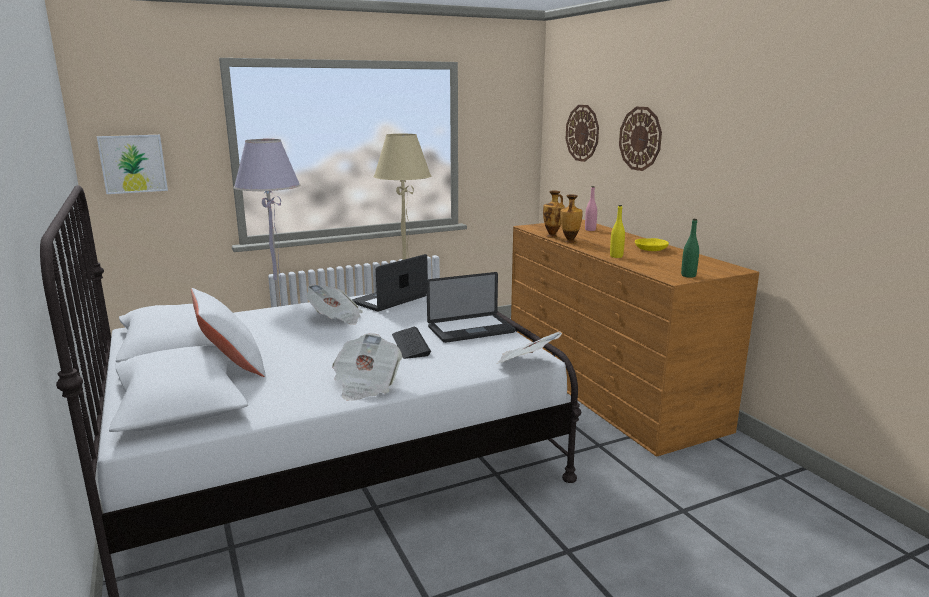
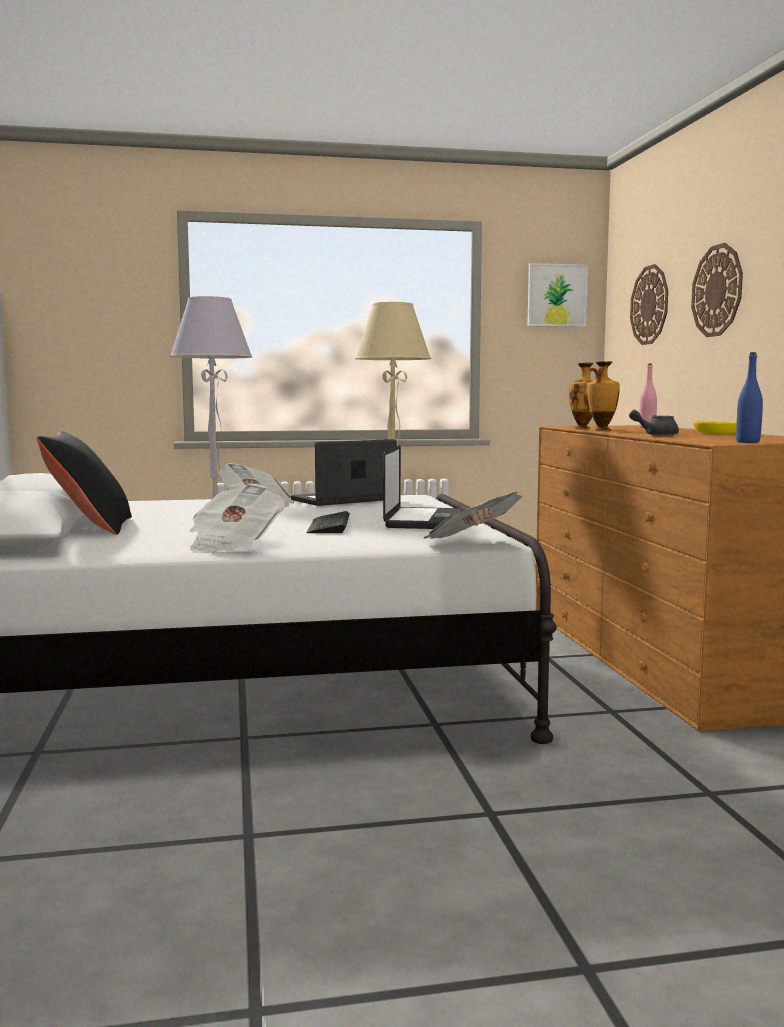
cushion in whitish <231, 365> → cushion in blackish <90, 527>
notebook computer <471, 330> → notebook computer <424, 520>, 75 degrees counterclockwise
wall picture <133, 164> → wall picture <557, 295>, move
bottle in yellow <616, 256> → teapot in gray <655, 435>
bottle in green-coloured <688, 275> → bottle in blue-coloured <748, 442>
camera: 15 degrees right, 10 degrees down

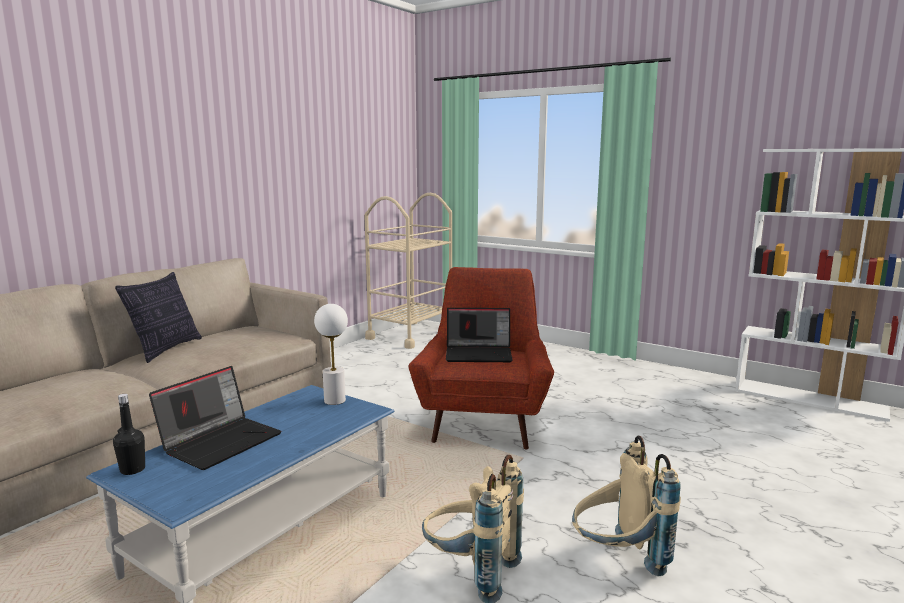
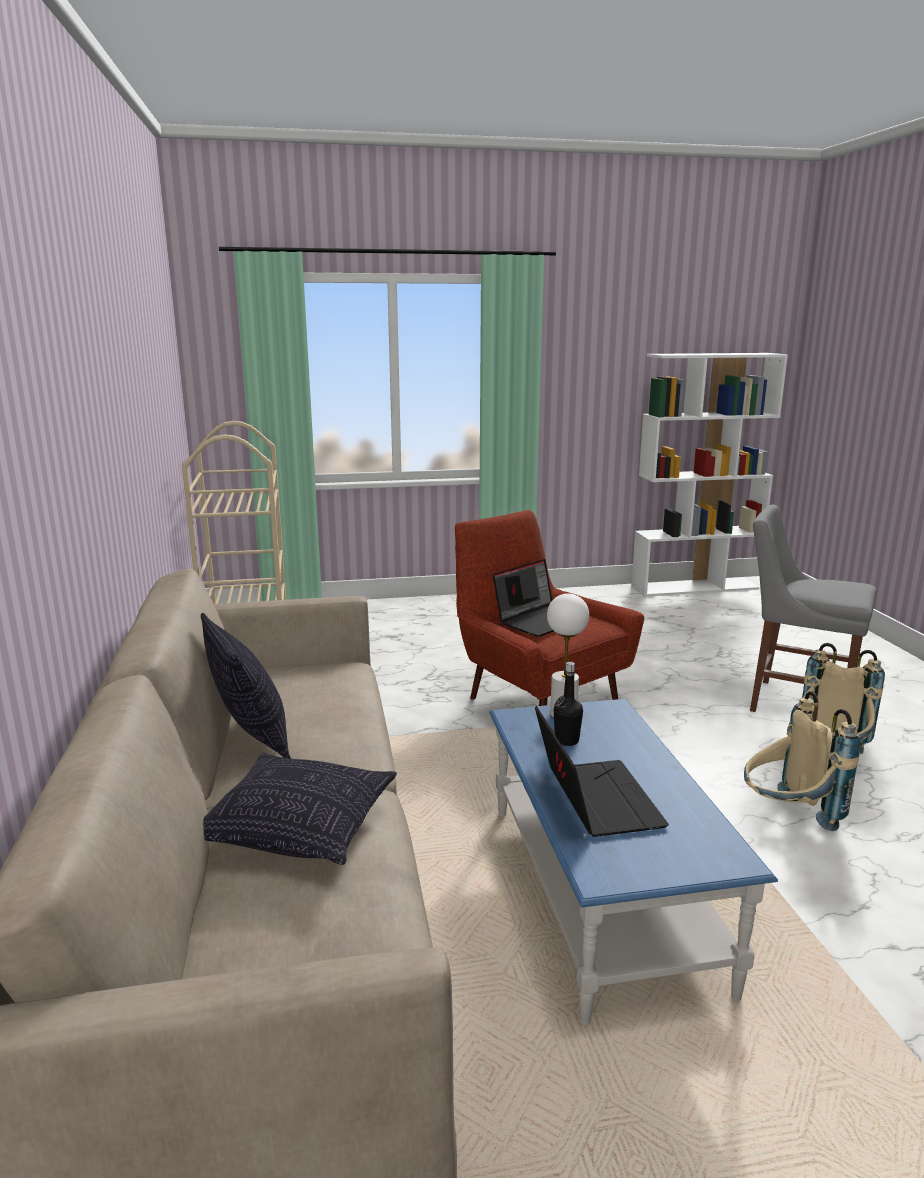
- → cushion <299, 828>
bottle in blackish <132, 470> → bottle in blackish <566, 740>, move
- → plain chair in gray <795, 702>
camera: 45 degrees left, 5 degrees up

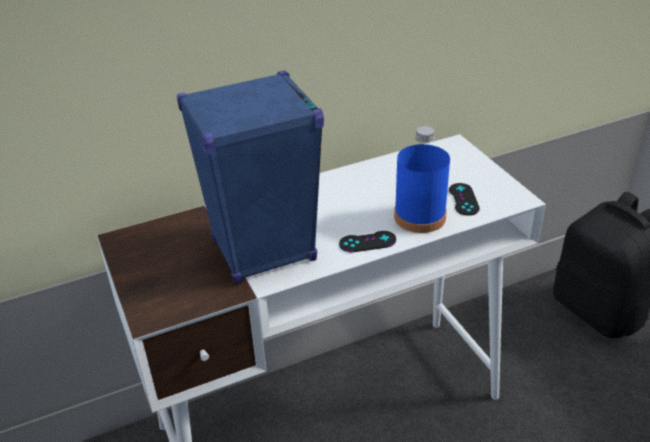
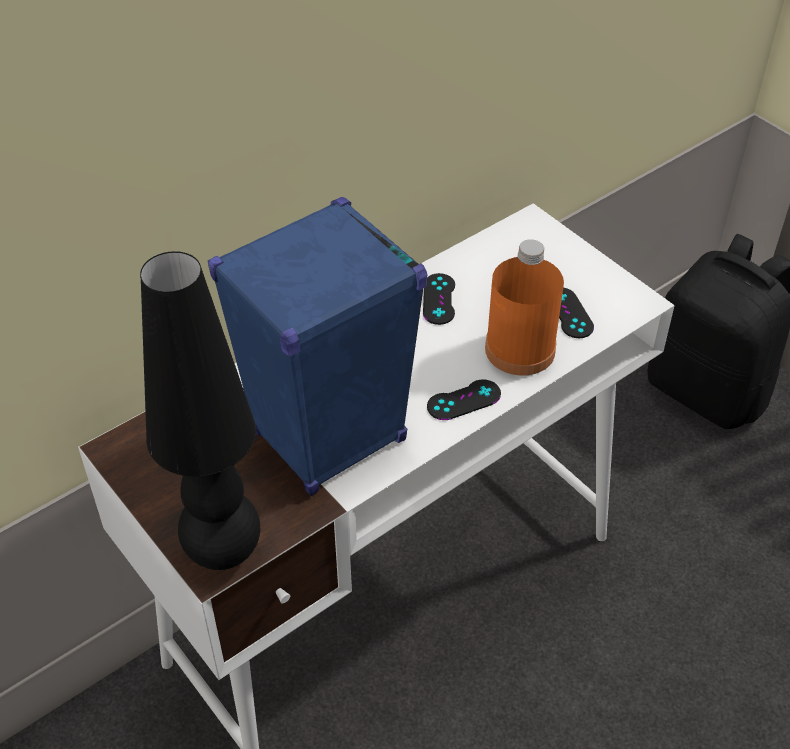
- → lamp for a table in blackish <223, 553>
- → gamepad in blackish <439, 299>
bottle in blue-coloured <420, 217> → bottle in orange <520, 349>
camera: 15 degrees left, 10 degrees up

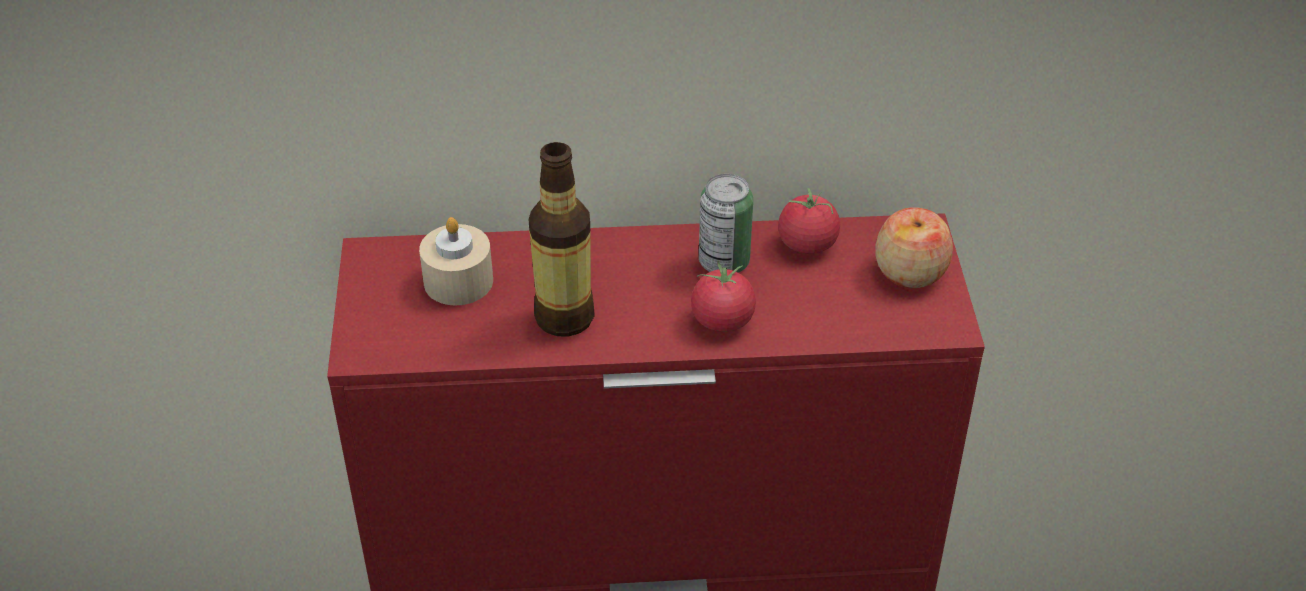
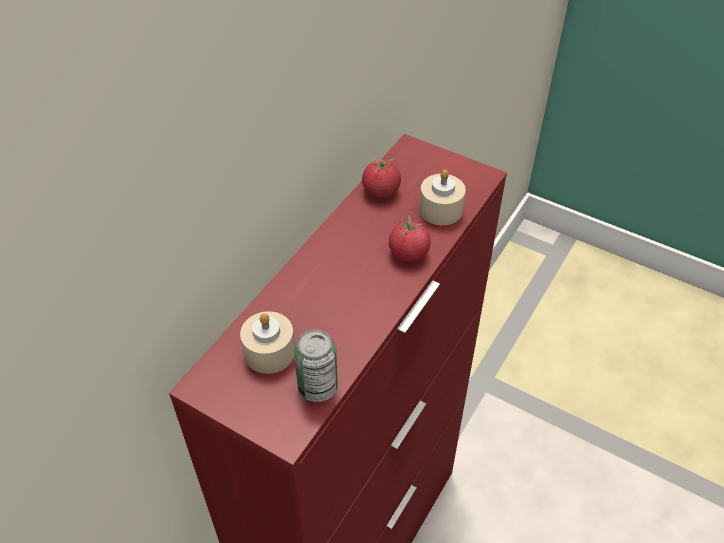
sealed can <724, 262> → sealed can <317, 387>, move
- → wax light in beige-coloured <440, 209>
bottle <564, 317> → -
apple <910, 271> → -
camera: 55 degrees left, 5 degrees up

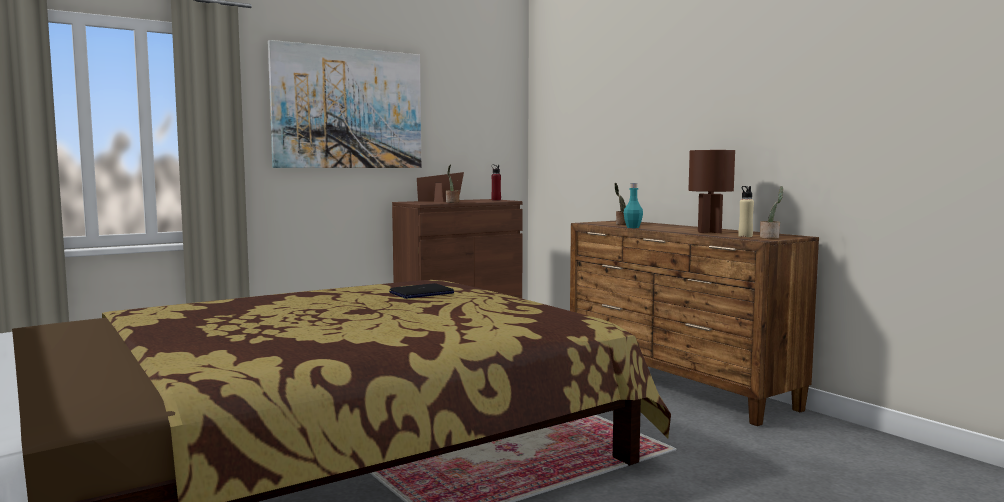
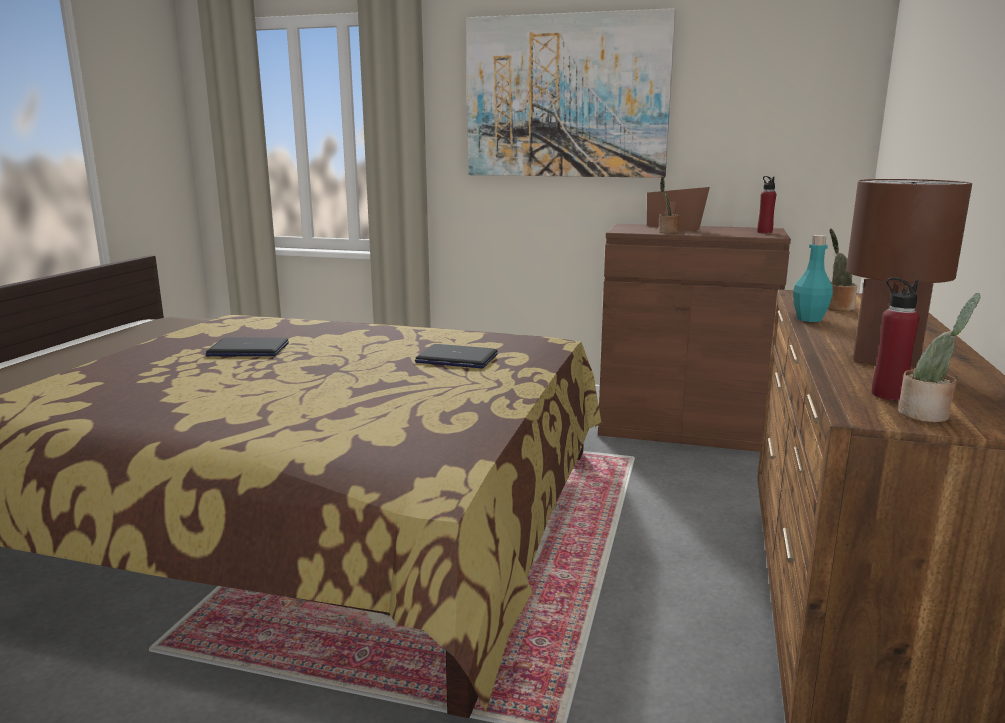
- → notebook computer <248, 350>
bottle in beige-coloured <745, 236> → bottle in reddish <888, 395>
camera: 50 degrees right, 10 degrees up

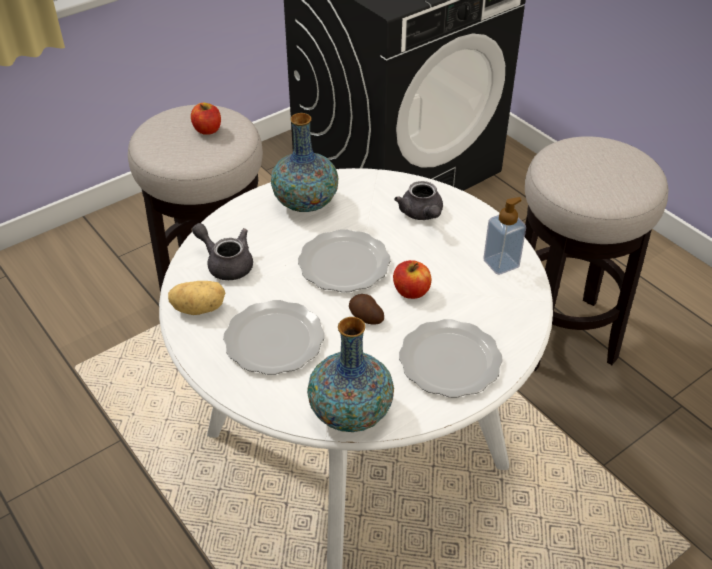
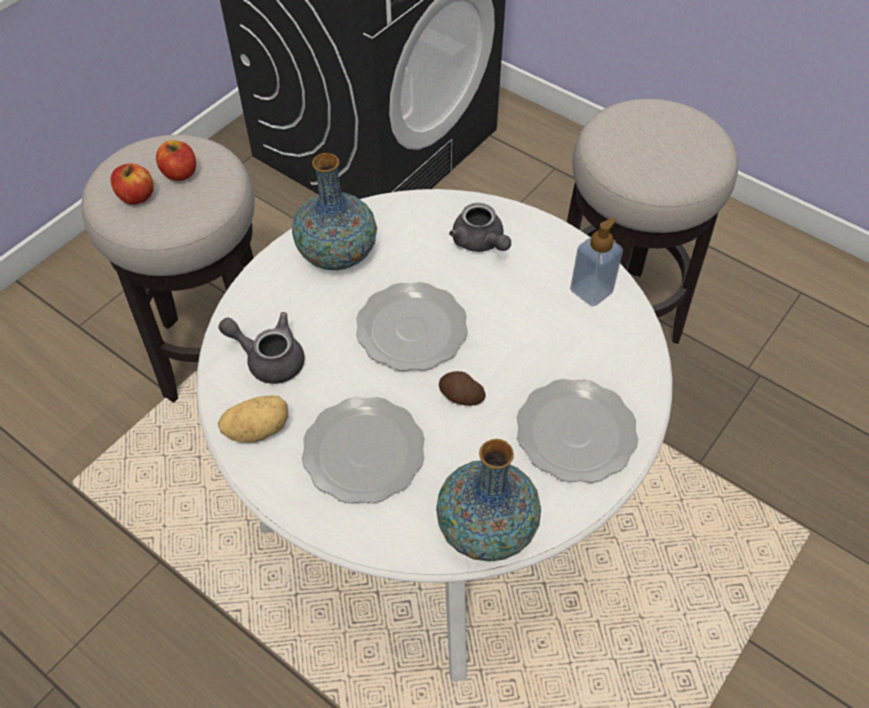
apple <411, 291> → apple <136, 196>, move
camera: 15 degrees left, 10 degrees up

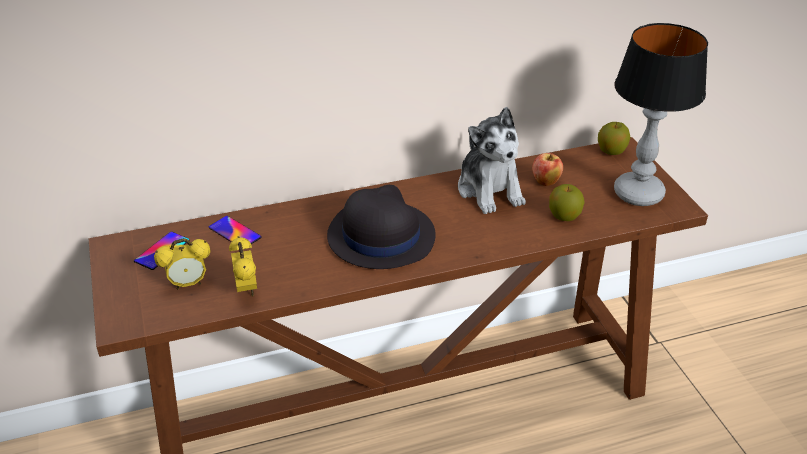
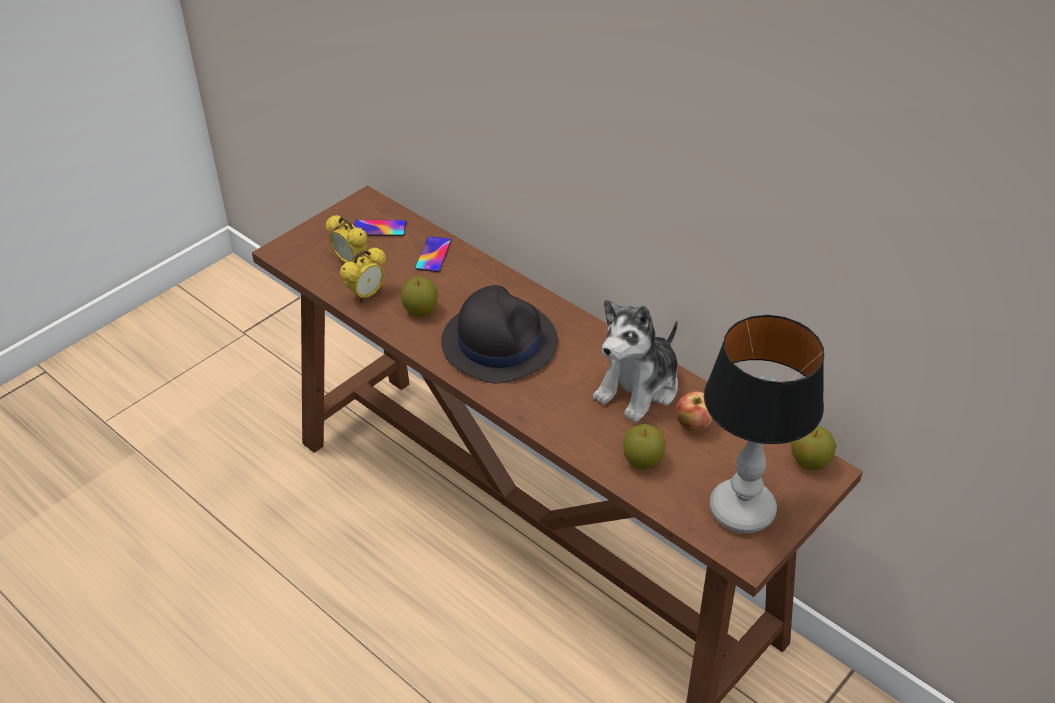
- → apple <420, 310>
camera: 60 degrees right, 5 degrees up

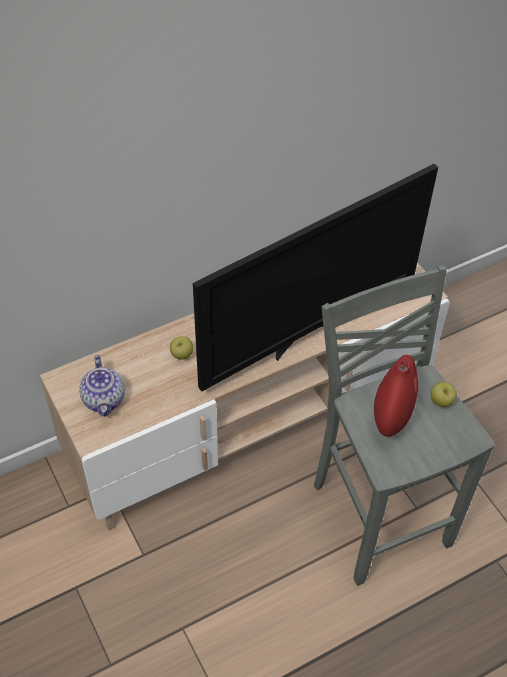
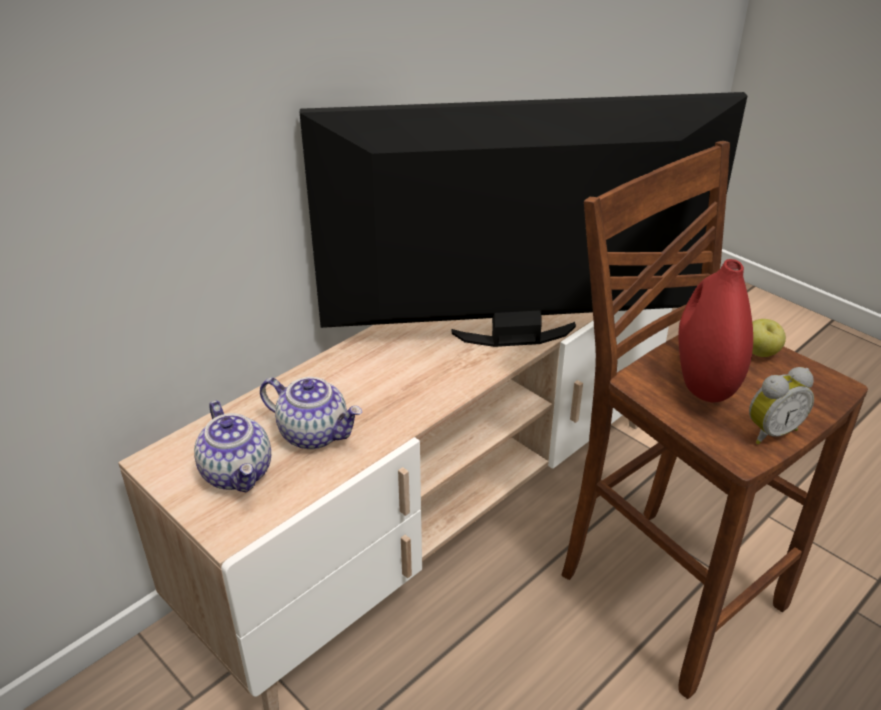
- → teapot <315, 433>
TV <307, 334> → TV <514, 336>, 135 degrees counterclockwise
stool in gray <378, 513> → stool in brown-coloured <666, 589>
- → table clock <770, 431>
apple <182, 355> → -
camera: 15 degrees left, 15 degrees down

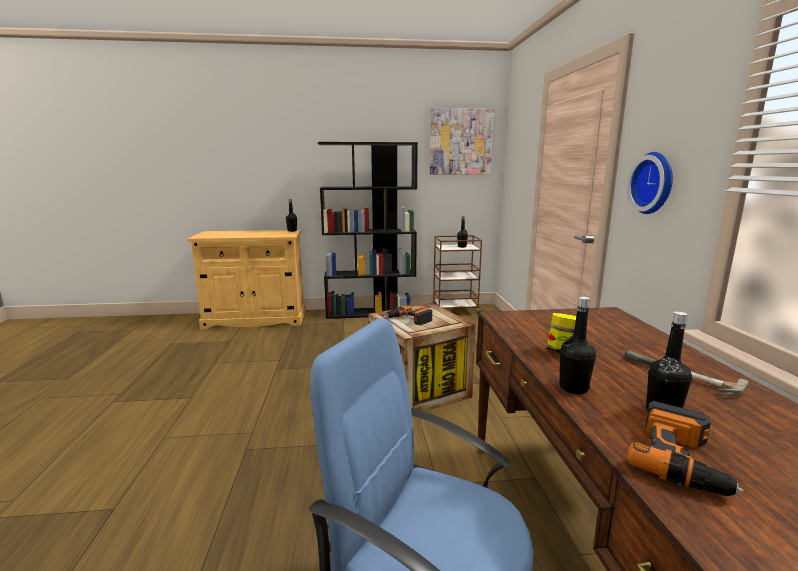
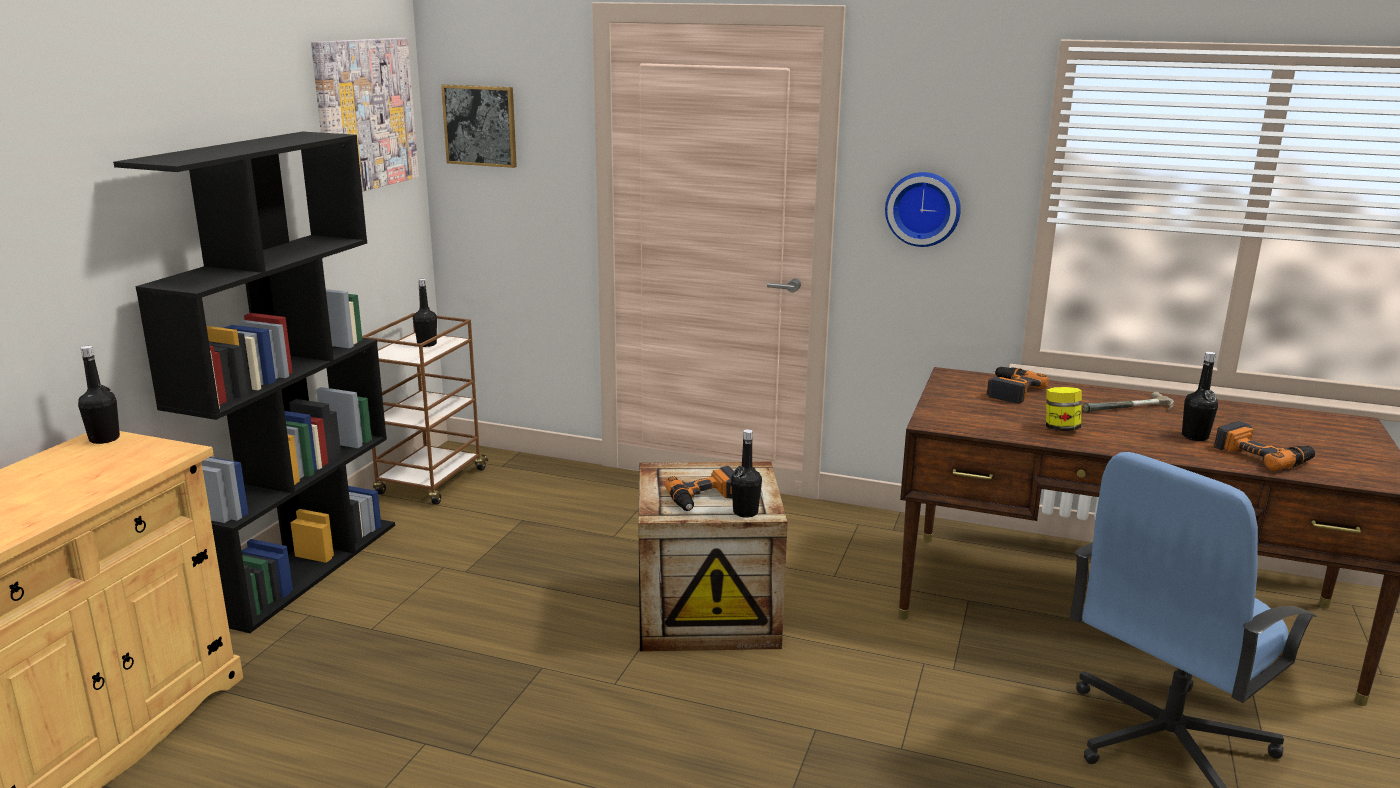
- → wall picture <480, 125>
bottle in blackish <573, 388> → bottle in blackish <745, 512>, move
- → electric drill <1009, 390>
camera: 65 degrees left, 5 degrees up

